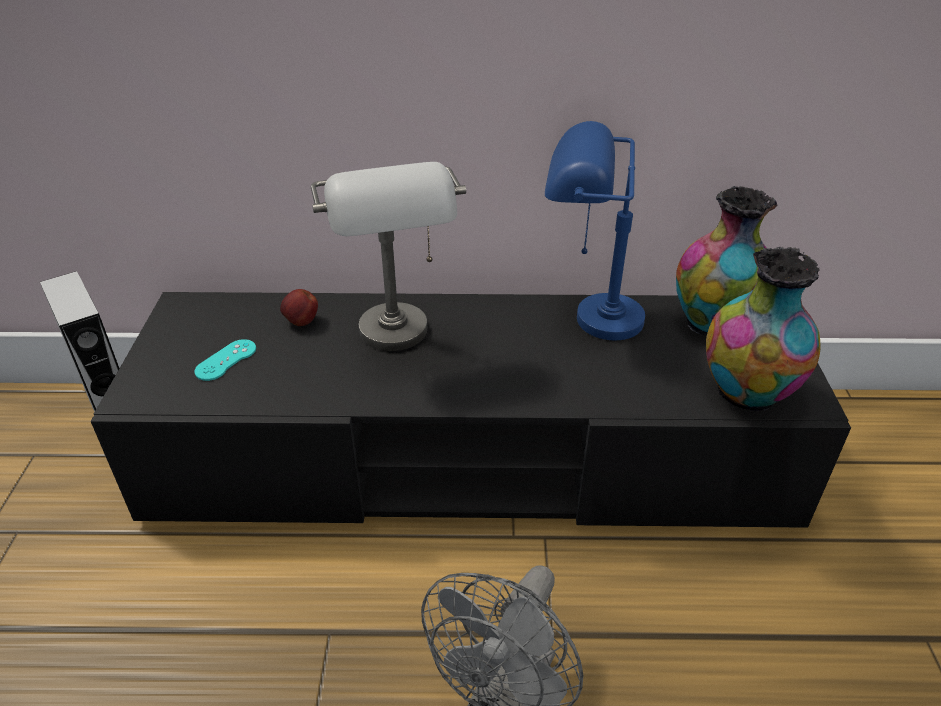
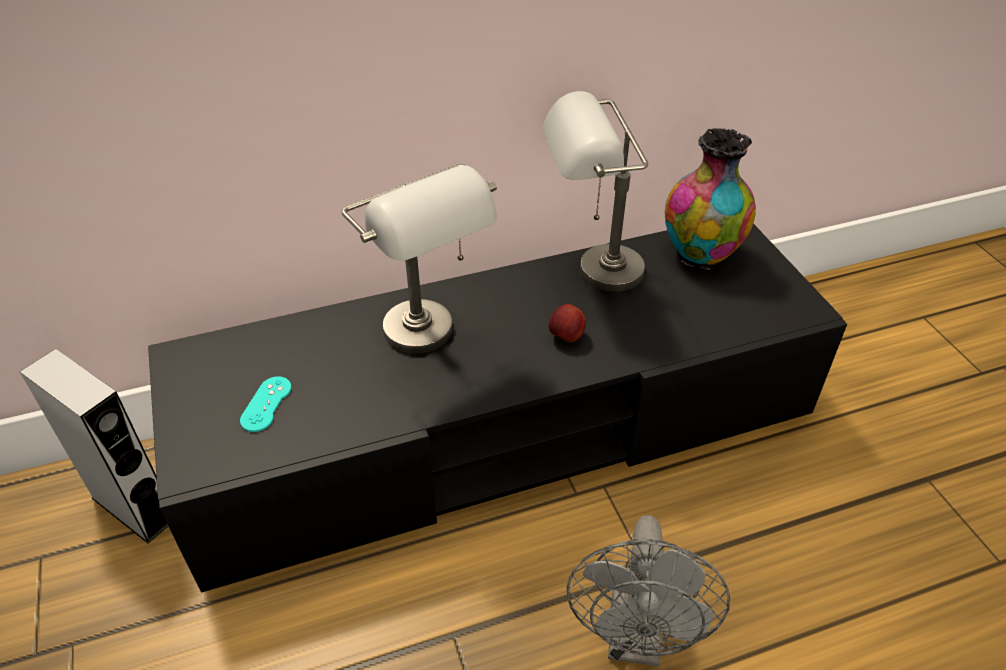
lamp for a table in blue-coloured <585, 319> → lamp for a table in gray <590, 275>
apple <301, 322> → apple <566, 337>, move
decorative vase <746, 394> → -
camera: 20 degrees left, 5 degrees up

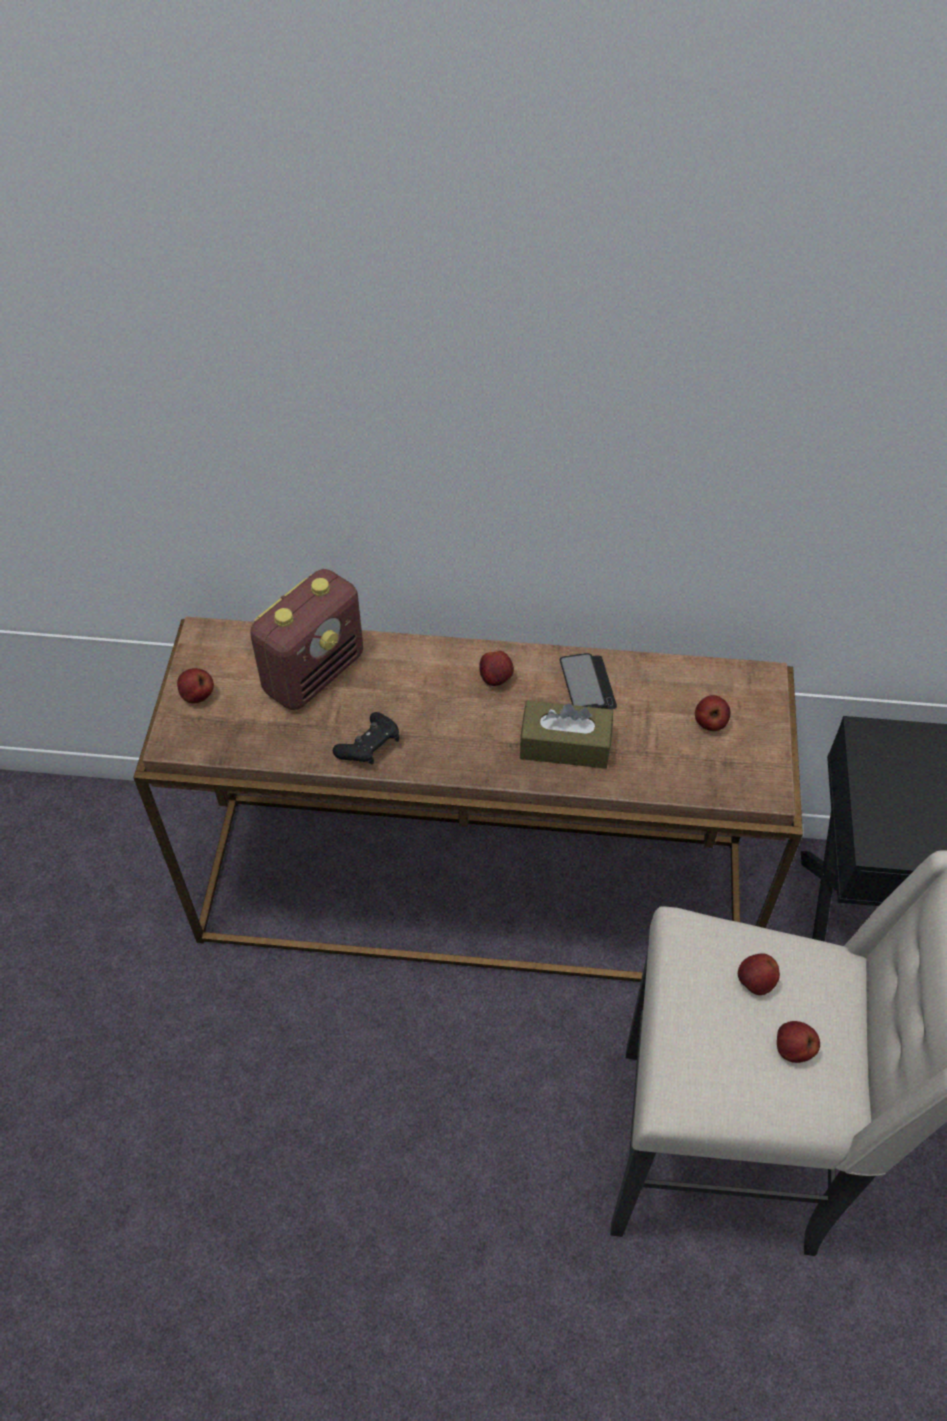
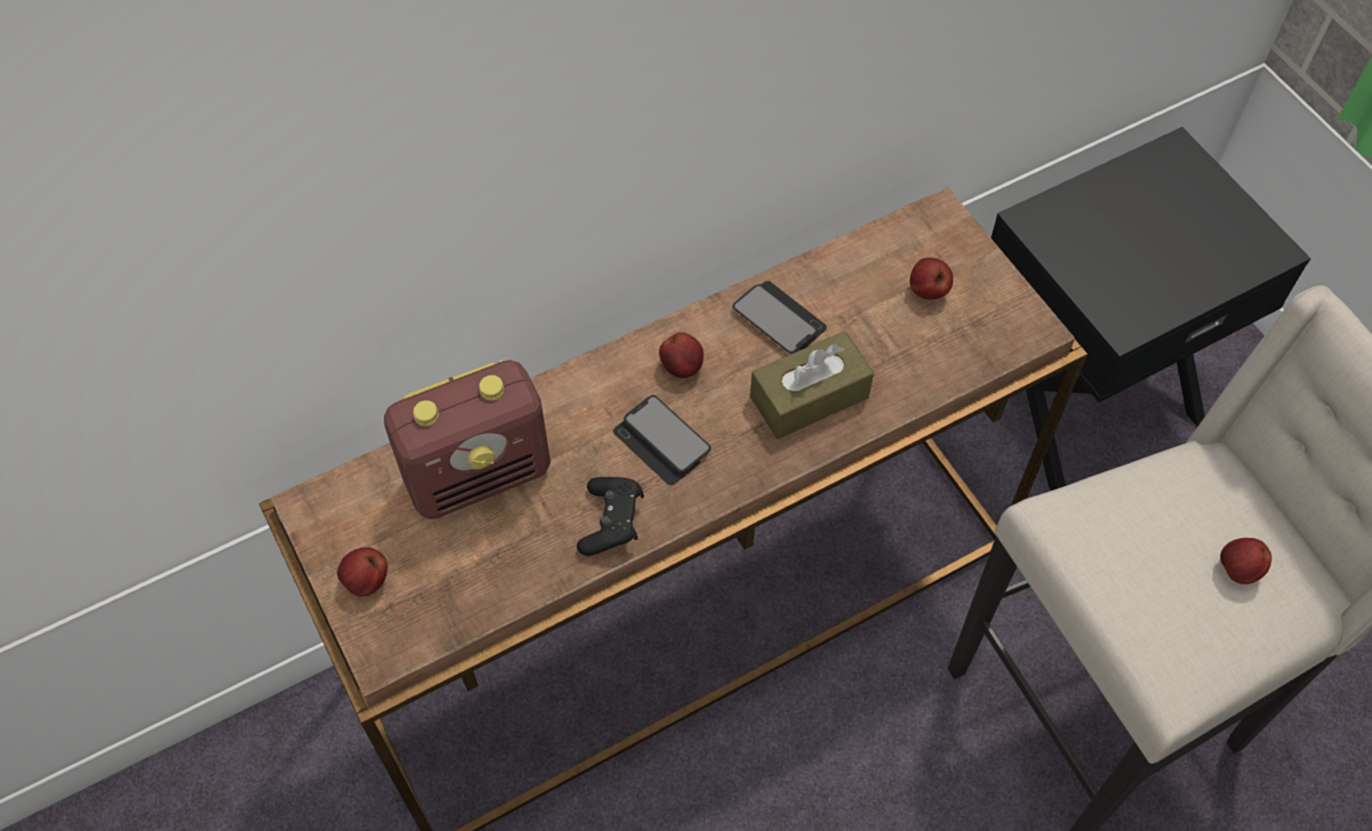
radio set <314, 672> → radio set <480, 474>, 60 degrees clockwise
- → phone <661, 441>
apple <755, 982> → -
camera: 35 degrees left, 5 degrees up

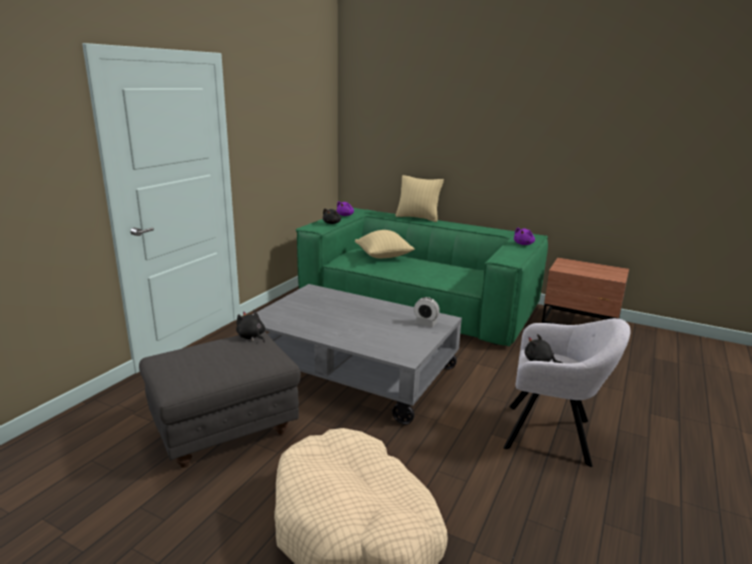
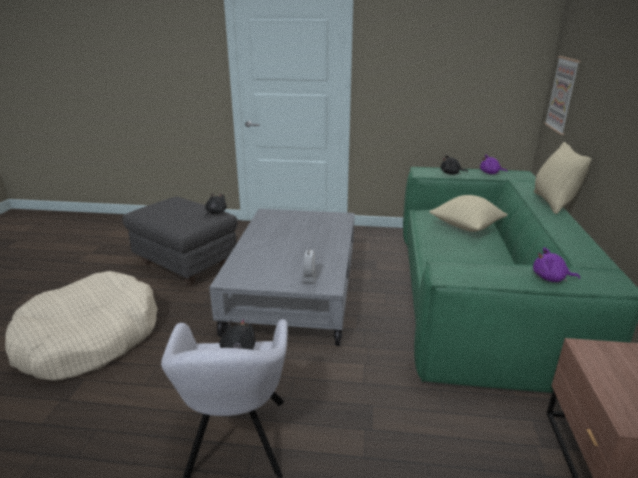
- → wall picture <562, 94>
camera: 70 degrees right, 5 degrees up

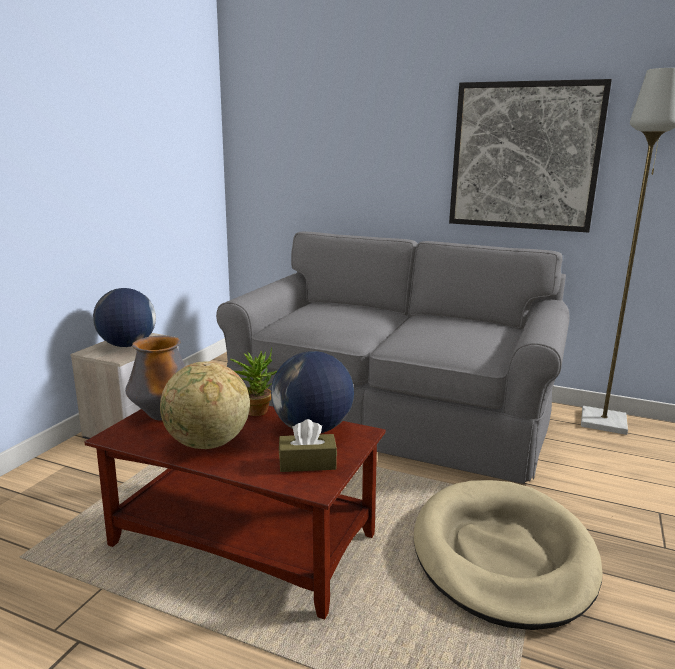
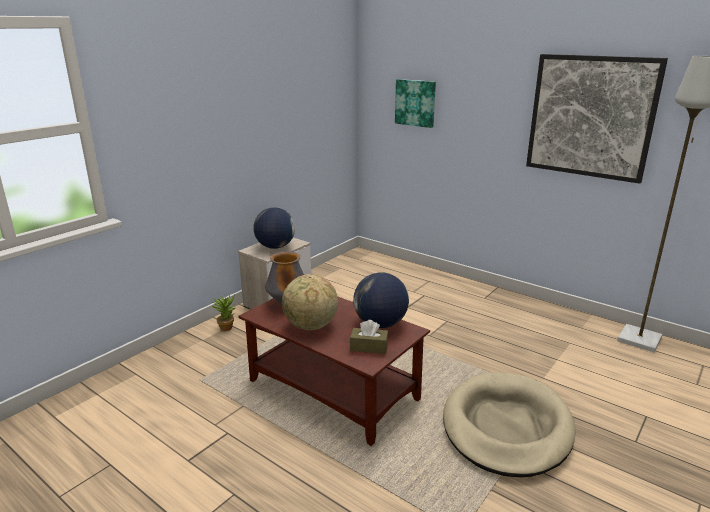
houseplant <255, 409> → houseplant <226, 326>, move
- → wall picture <415, 103>
settee in gray <393, 412> → -
camera: 15 degrees right, 5 degrees up

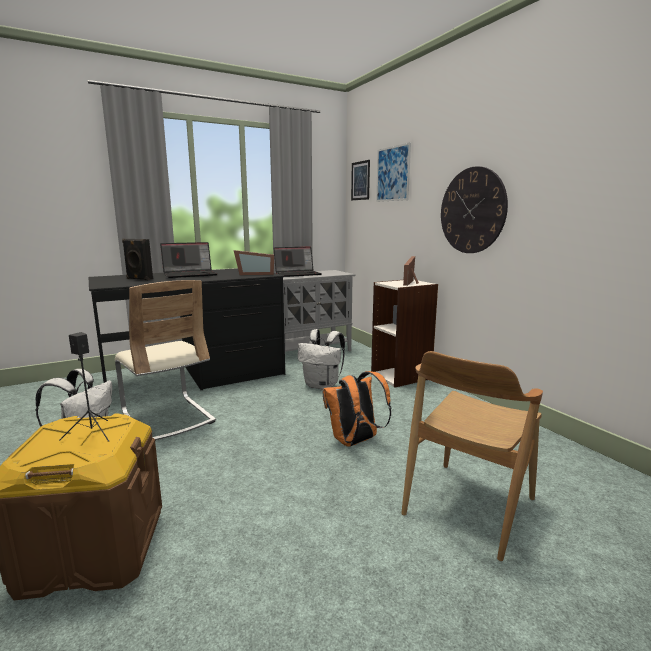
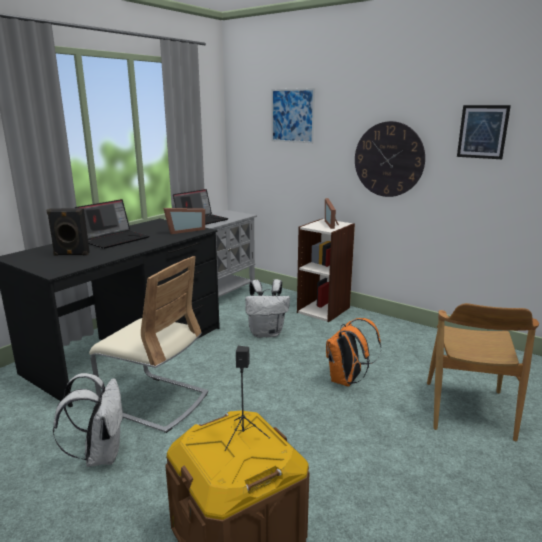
wall picture <360, 180> → wall picture <482, 132>, move
camera: 25 degrees left, 5 degrees up

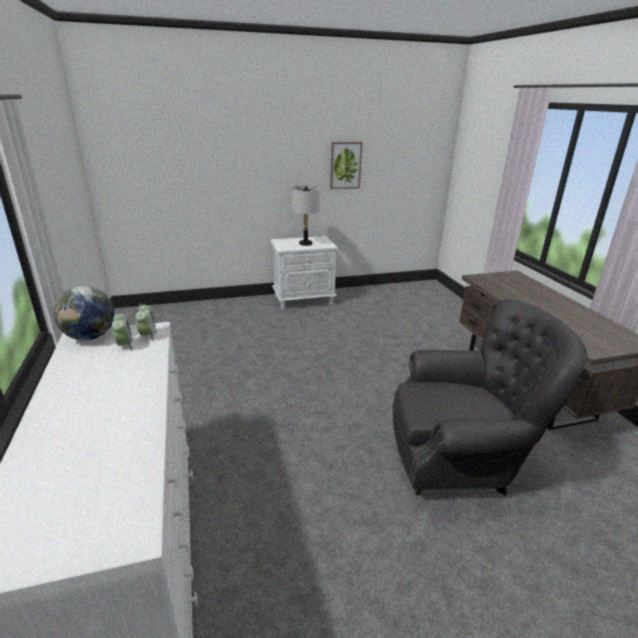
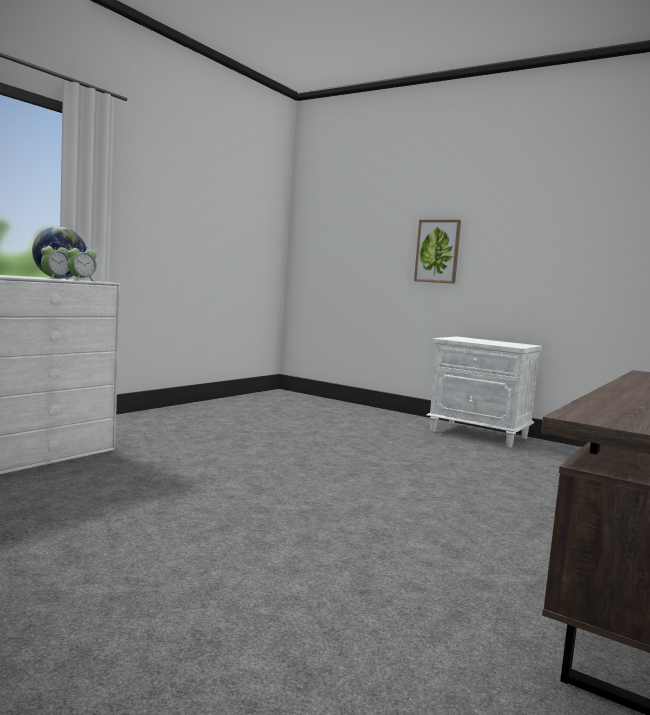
wall picture <345, 165> → wall picture <437, 251>, move
lamp for a table in gray <305, 243> → -
easy chair in gray <460, 458> → -
camera: 50 degrees right, 20 degrees down

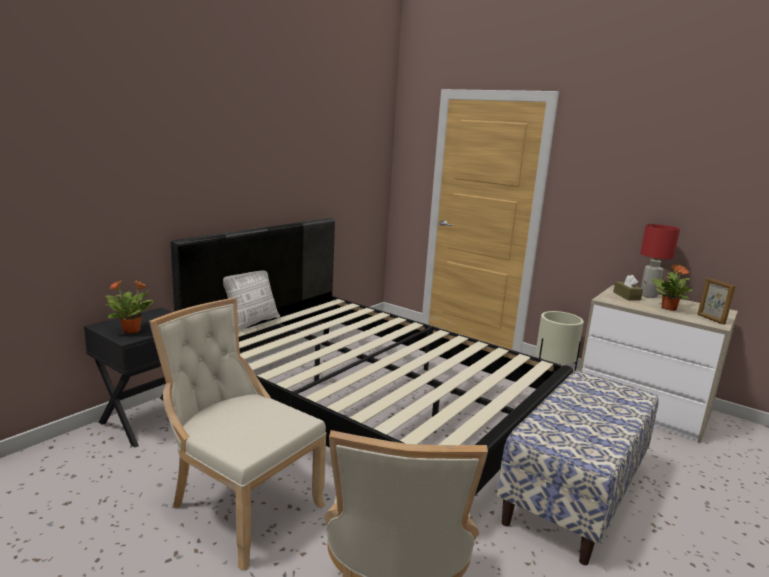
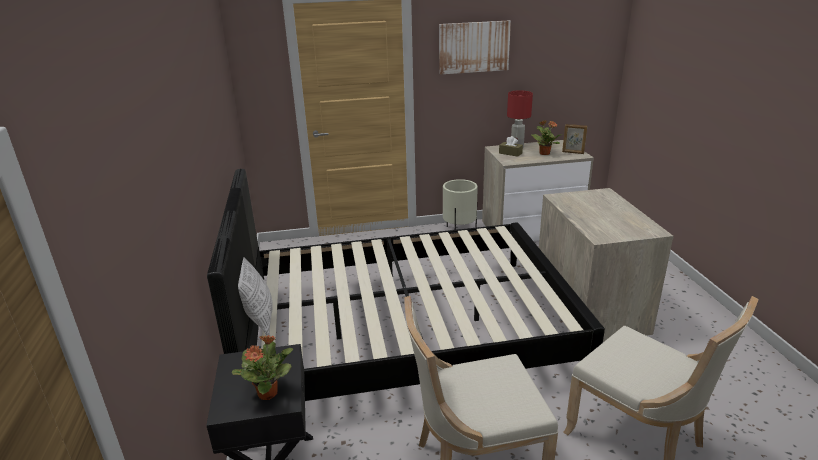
- → wall picture <474, 47>
indoor bench <574, 493> → chest of drawers <588, 306>
camera: 45 degrees left, 10 degrees up

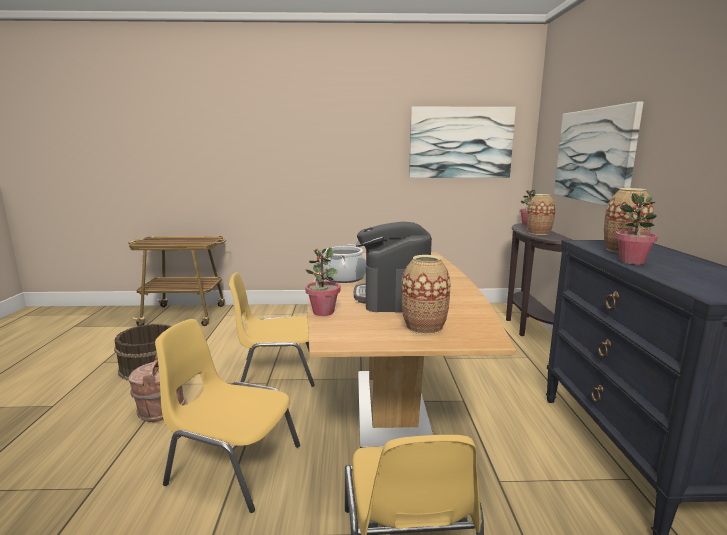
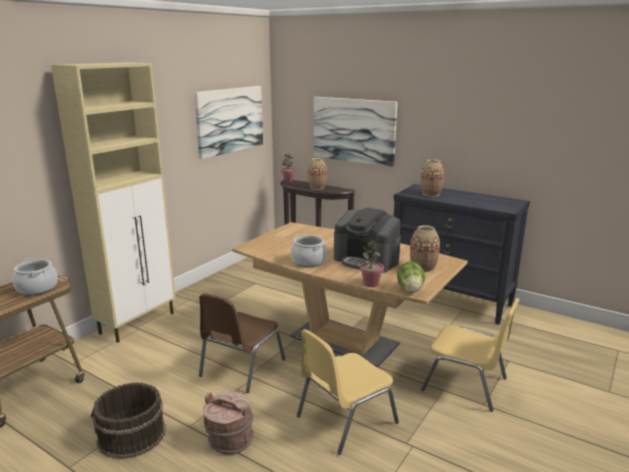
- → stockpot <37, 288>
- → storage cabinet in beige-coloured <138, 322>
plain chair in yellow <277, 372> → plain chair in brown-coloured <241, 368>
- → lettuce <410, 290>
houseplant <632, 262> → -
camera: 55 degrees left, 5 degrees up

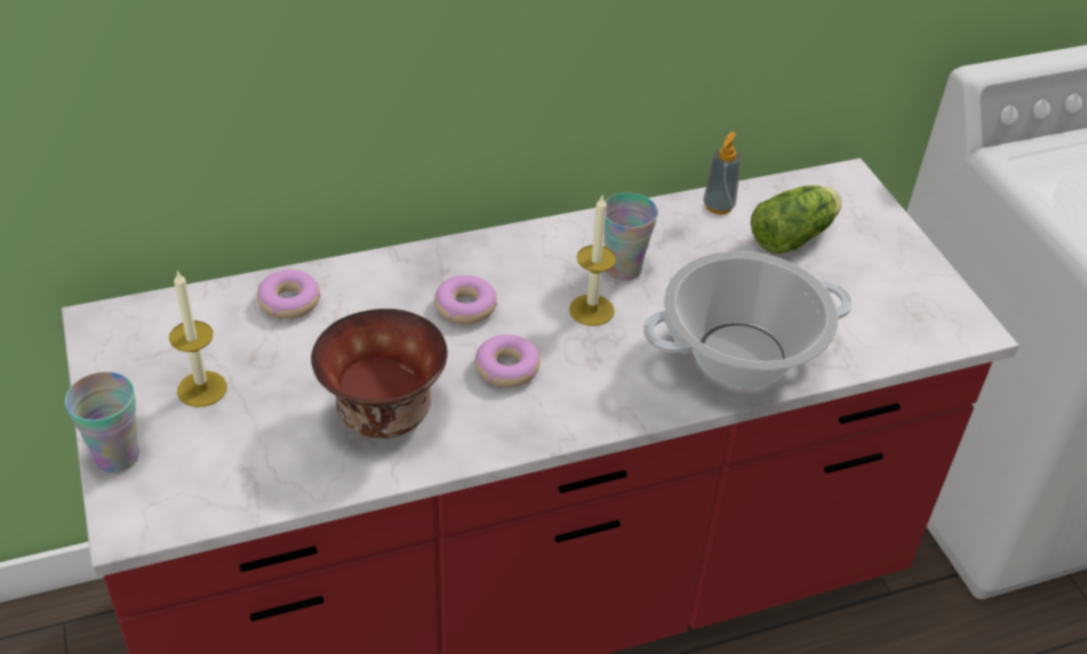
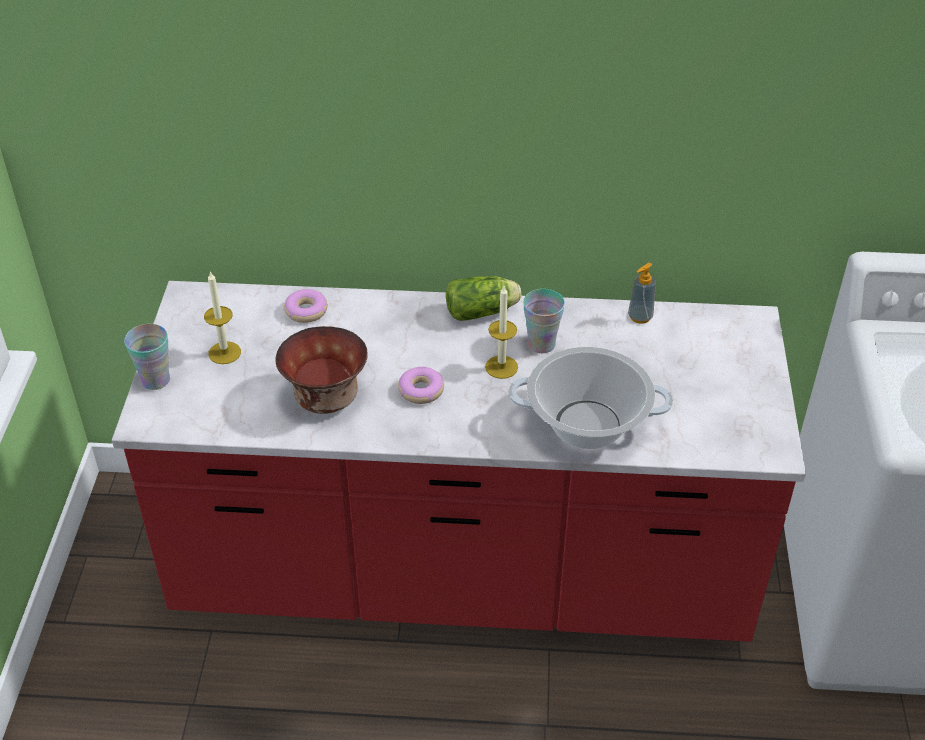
lettuce <795, 236> → lettuce <484, 311>, move
donut <466, 307> → -
camera: 25 degrees right, 0 degrees up

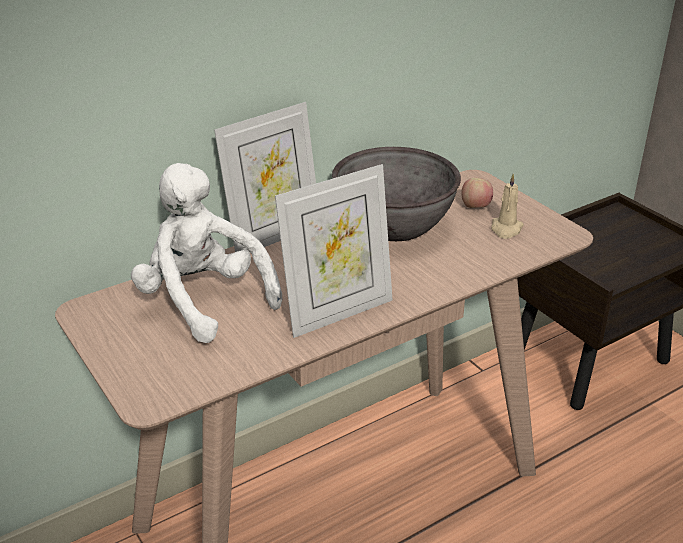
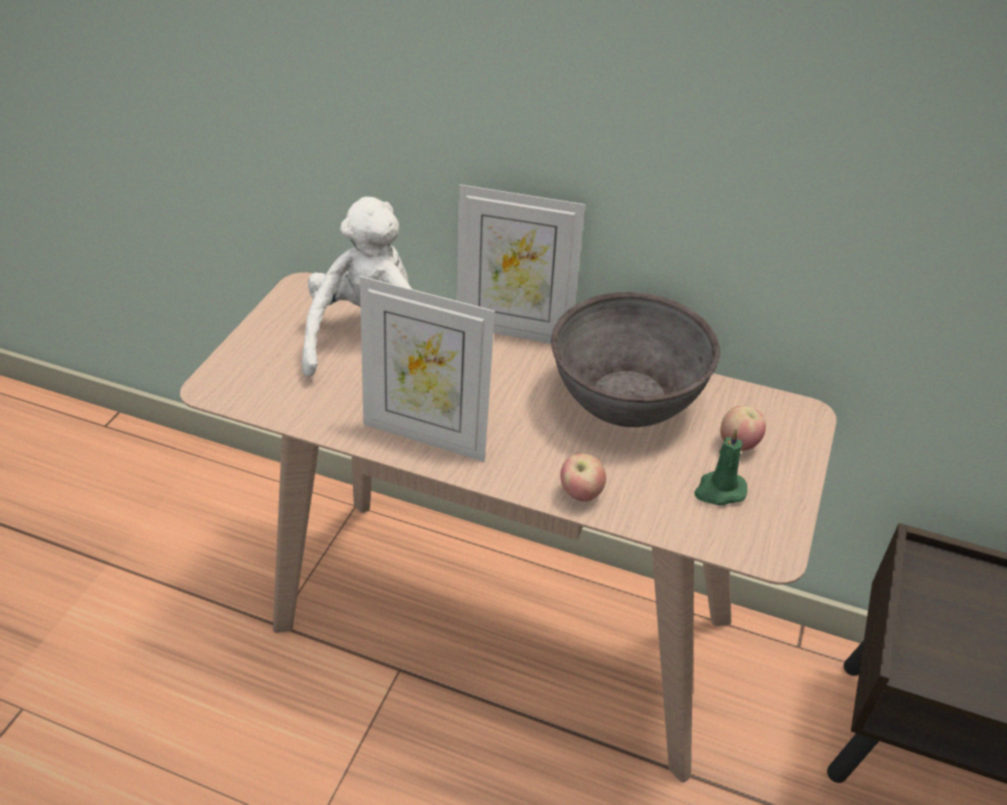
- → apple <581, 493>
wax light in beige-coloured <506, 229> → wax light in green-coloured <719, 490>
camera: 55 degrees right, 10 degrees up

